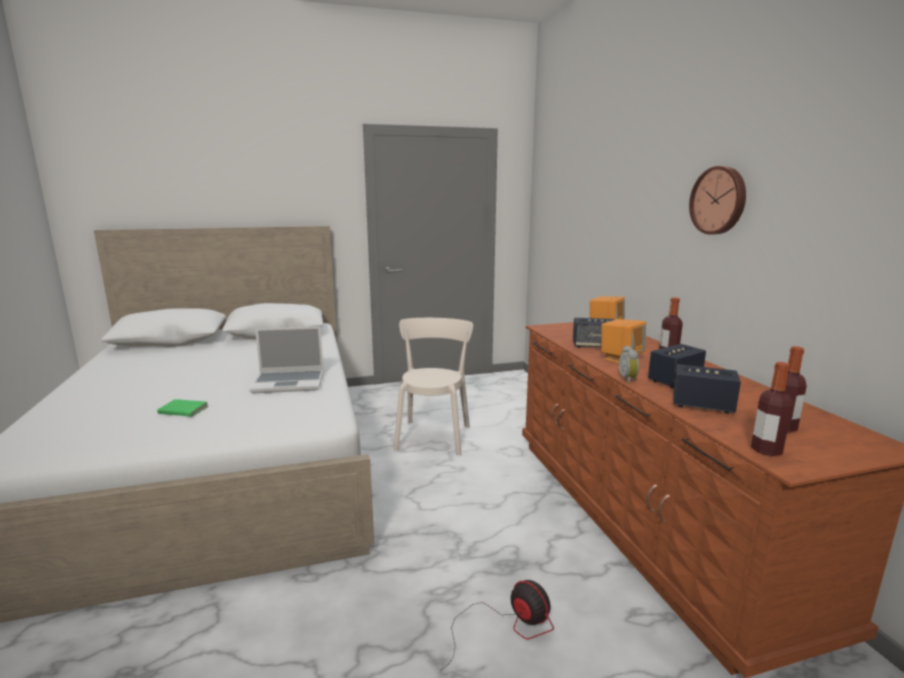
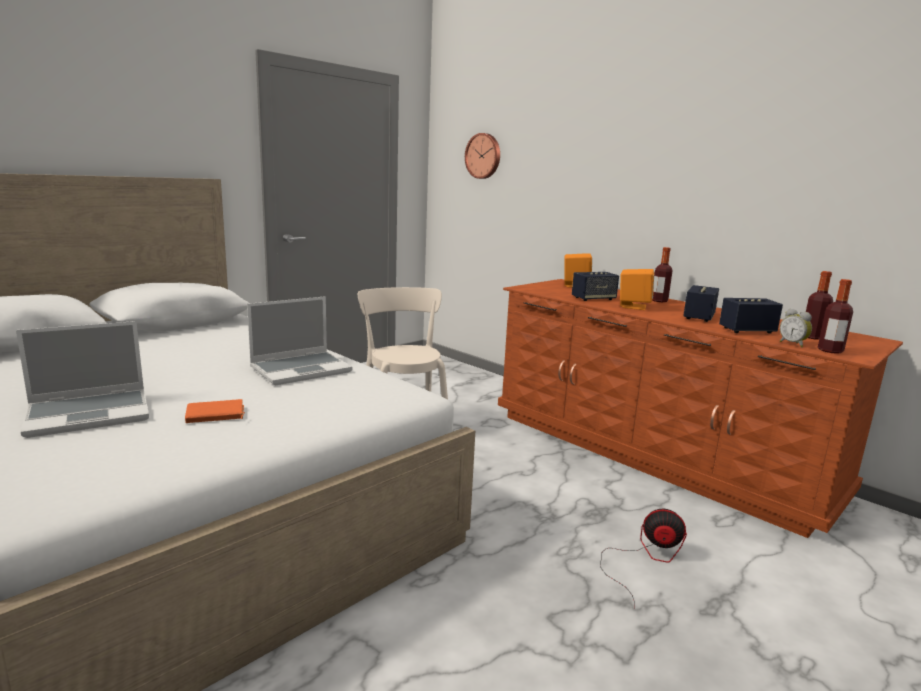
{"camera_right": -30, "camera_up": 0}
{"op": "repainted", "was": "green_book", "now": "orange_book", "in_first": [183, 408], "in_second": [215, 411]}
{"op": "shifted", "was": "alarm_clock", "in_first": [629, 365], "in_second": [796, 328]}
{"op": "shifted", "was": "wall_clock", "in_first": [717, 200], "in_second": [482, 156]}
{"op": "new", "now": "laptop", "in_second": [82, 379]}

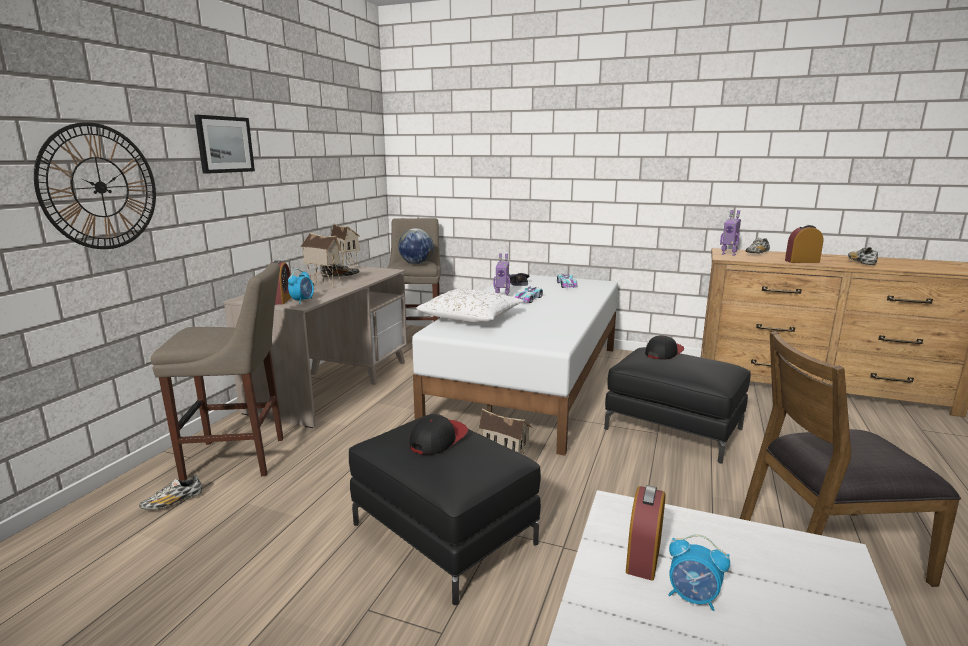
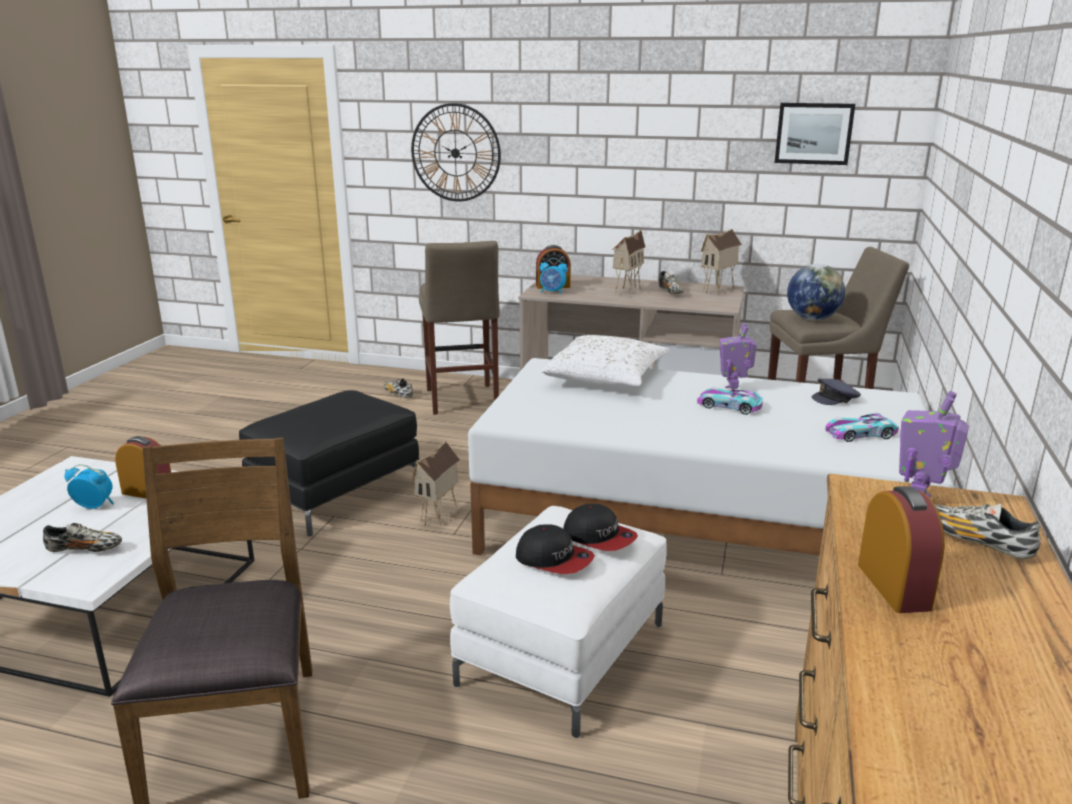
{"camera_right": 85, "camera_up": 5}
{"op": "shifted", "was": "picture", "in_first": [224, 144], "in_second": [815, 134]}
{"op": "shifted", "was": "cap", "in_first": [438, 435], "in_second": [555, 549]}
{"op": "repainted", "was": "black_ottoman", "now": "white_ottoman", "in_first": [677, 405], "in_second": [558, 622]}
{"op": "rotated", "was": "alarm_clock", "in_first": [699, 573], "in_second": [89, 486], "clockwise": 75}
{"op": "shifted", "was": "shoe", "in_first": [863, 256], "in_second": [82, 537]}

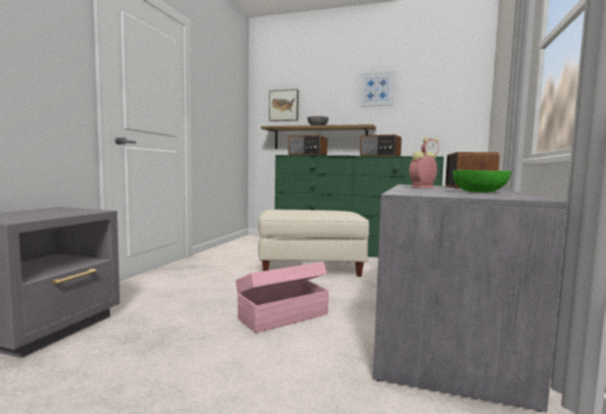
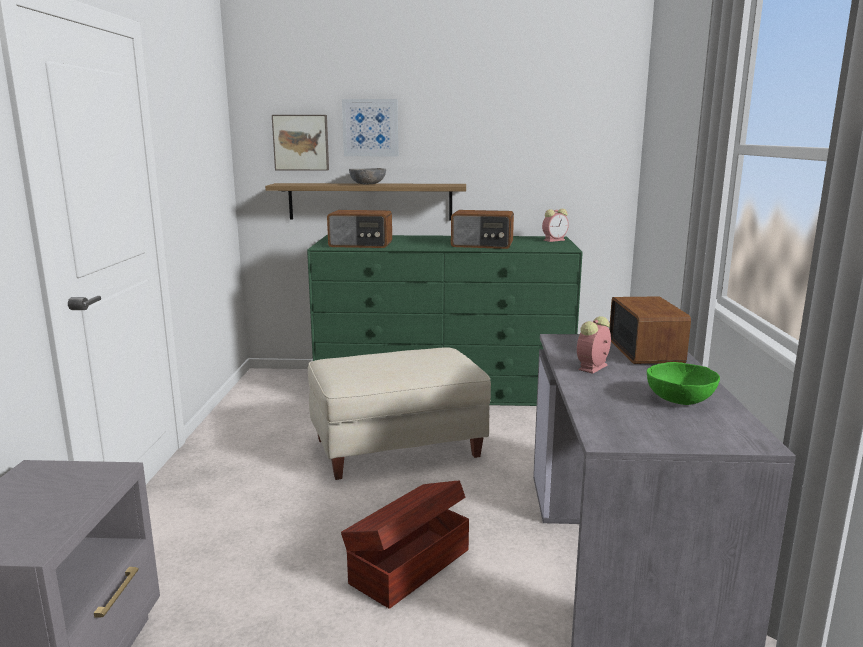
{"camera_right": -15, "camera_up": 10}
{"op": "repainted", "was": "pink_storage_box", "now": "brown_storage_box", "in_first": [282, 297], "in_second": [405, 545]}
{"op": "shifted", "was": "picture", "in_first": [377, 89], "in_second": [370, 127]}

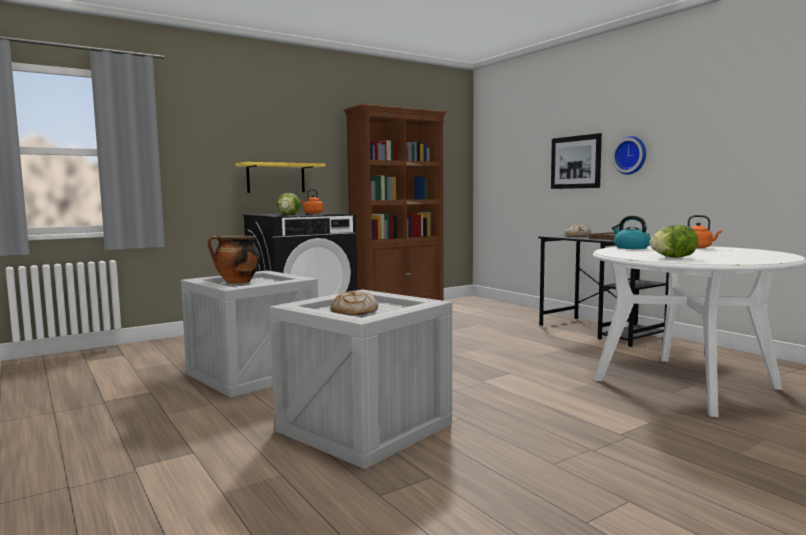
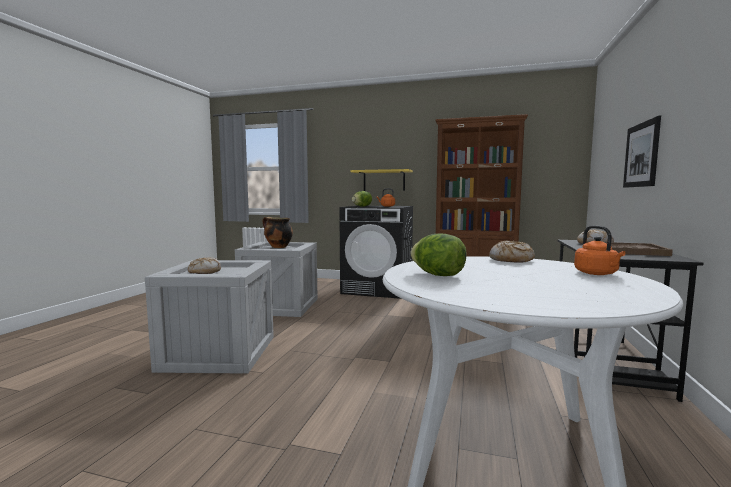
{"camera_right": 50, "camera_up": 0}
{"op": "gone", "was": "wall_clock", "in_first": [629, 155]}
{"op": "swapped", "was": "kettle", "now": "bread", "in_first": [631, 232], "in_second": [512, 251]}

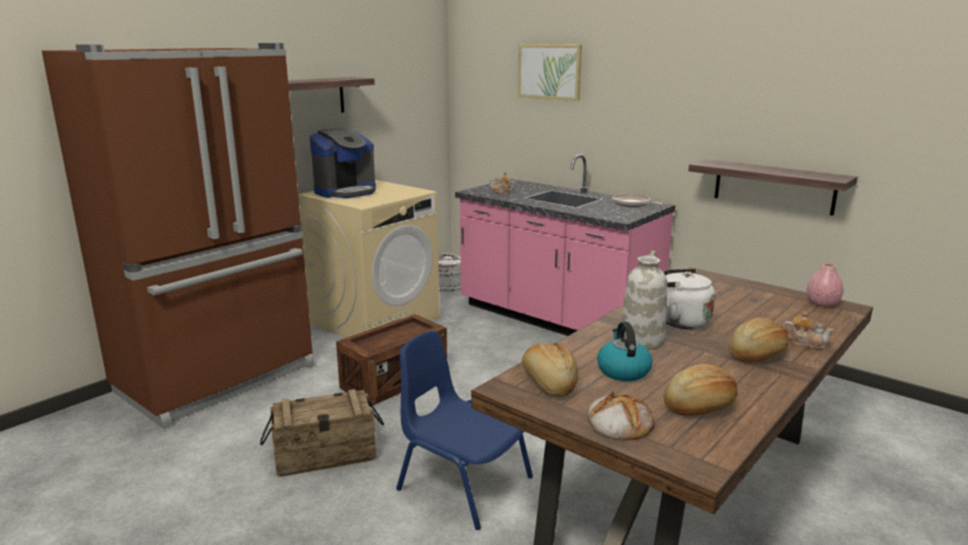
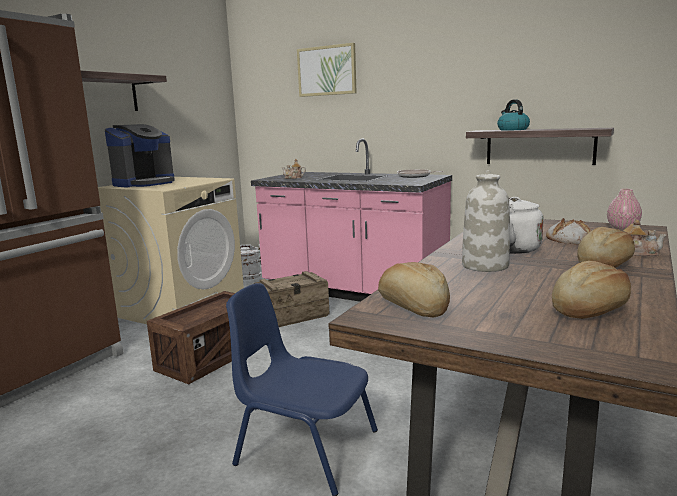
{"camera_right": -10, "camera_up": -5}
{"op": "shifted", "was": "crate", "in_first": [322, 433], "in_second": [292, 299]}
{"op": "shifted", "was": "bread", "in_first": [621, 415], "in_second": [569, 231]}
{"op": "shifted", "was": "kettle", "in_first": [625, 351], "in_second": [513, 115]}

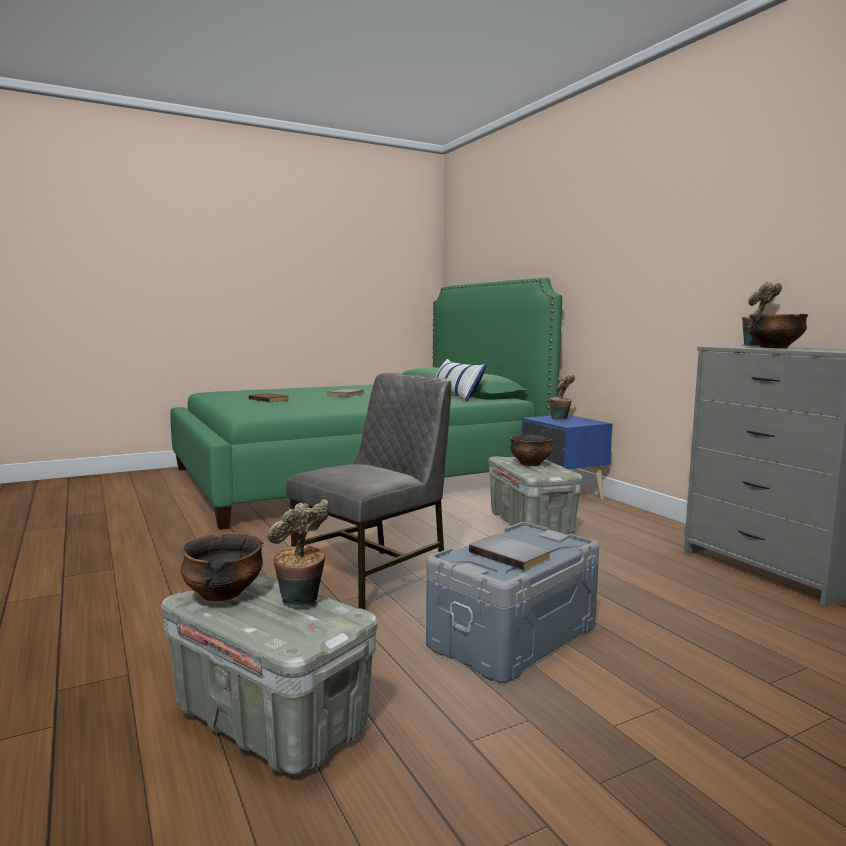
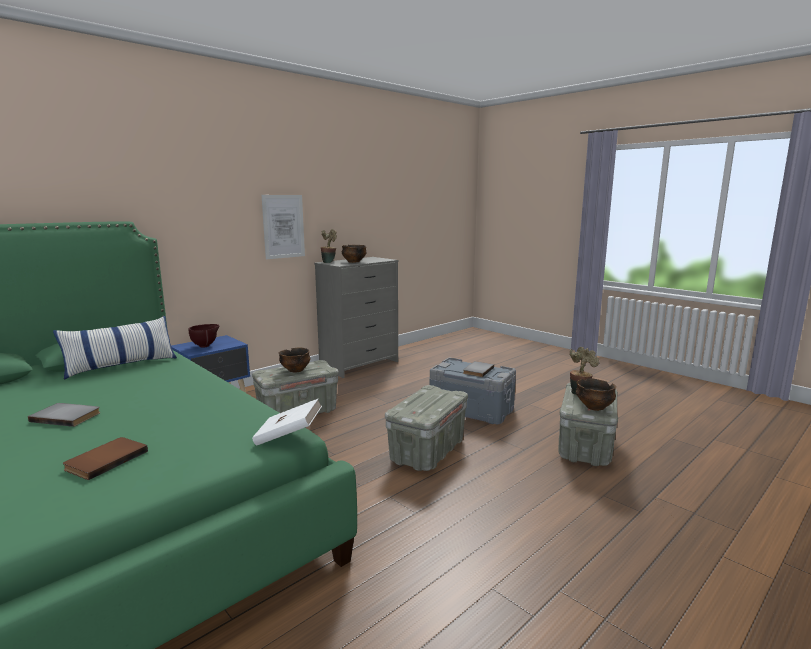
{"camera_right": -105, "camera_up": 5}
{"op": "swapped", "was": "grey_chair", "now": "grey_storage_box", "in_first": [369, 491], "in_second": [426, 428]}
{"op": "swapped", "was": "potted_plant", "now": "brown_bowl", "in_first": [562, 397], "in_second": [204, 336]}
{"op": "new", "now": "white_book", "in_second": [287, 422]}
{"op": "new", "now": "picture", "in_second": [283, 227]}

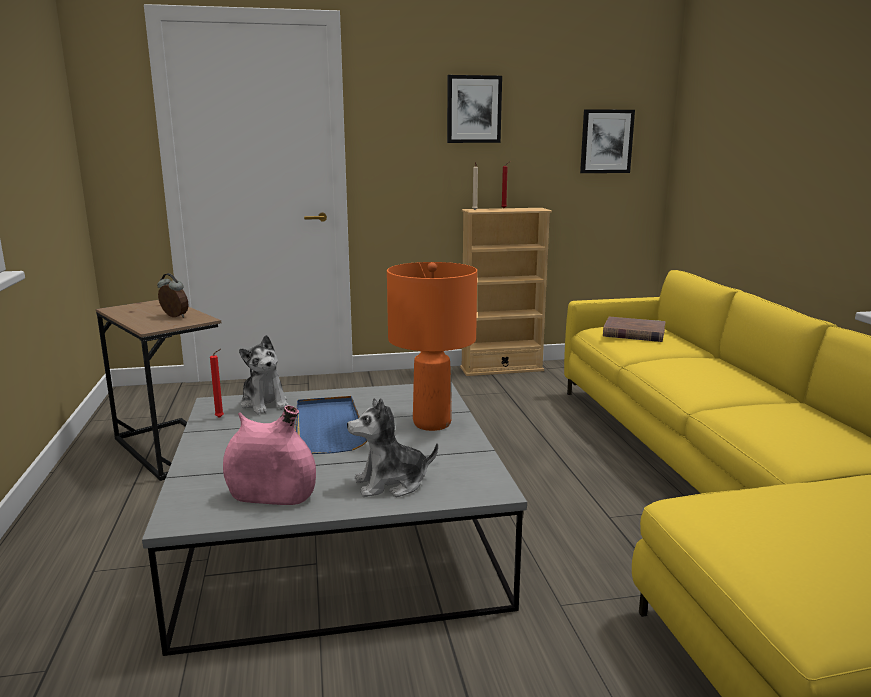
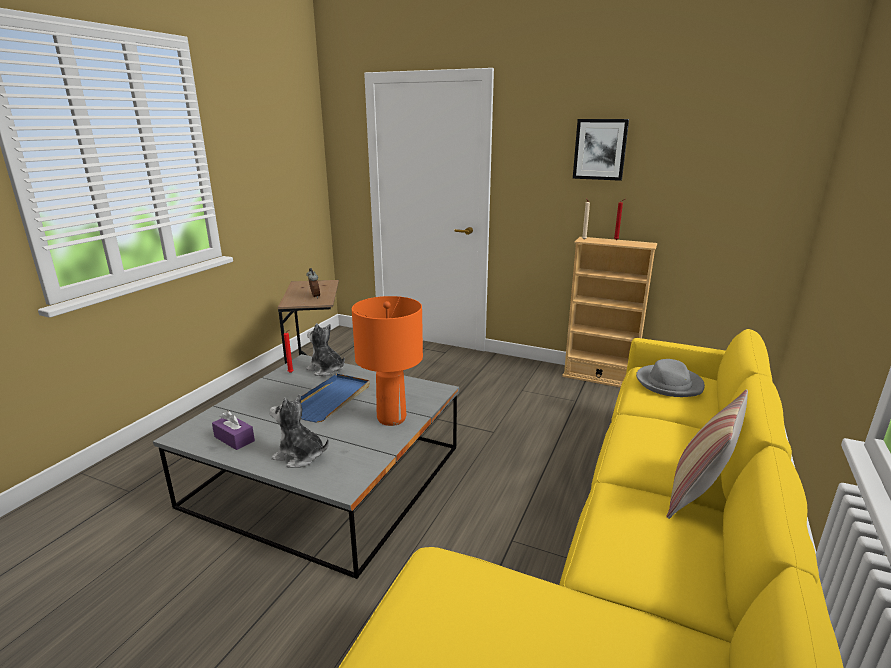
{"camera_right": 35, "camera_up": 5}
{"op": "swapped", "was": "pink_vase", "now": "purple_tissue_box", "in_first": [269, 455], "in_second": [233, 430]}
{"op": "rotated", "was": "plush_toy", "in_first": [264, 375], "in_second": [325, 349], "clockwise": 120}
{"op": "gone", "was": "picture", "in_first": [607, 141]}
{"op": "swapped", "was": "brown_book", "now": "grey_hat", "in_first": [634, 329], "in_second": [670, 378]}
{"op": "new", "now": "pillow", "in_second": [707, 454]}

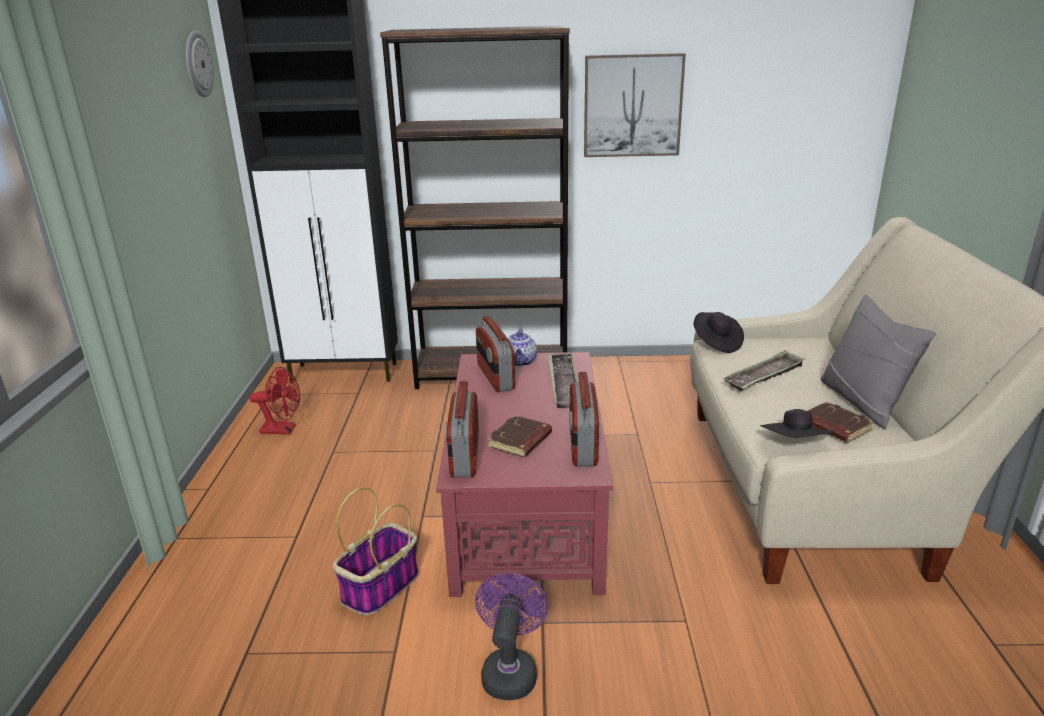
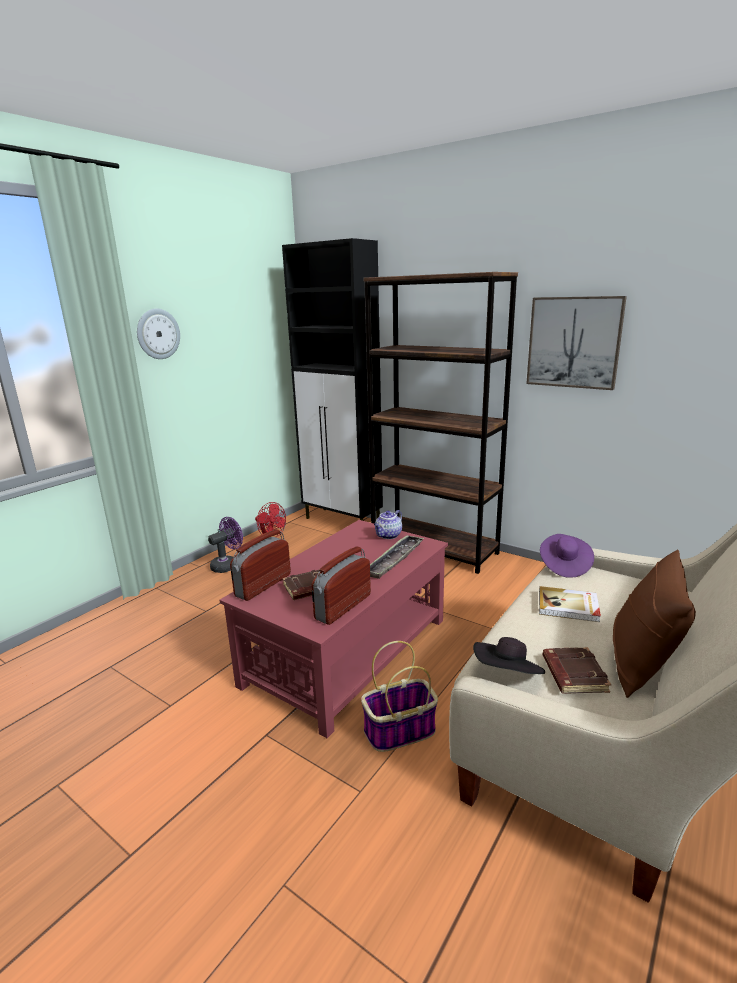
{"camera_right": 35, "camera_up": -5}
{"op": "shifted", "was": "wall_clock", "in_first": [200, 63], "in_second": [158, 334]}
{"op": "shifted", "was": "basket", "in_first": [376, 551], "in_second": [399, 696]}
{"op": "shifted", "was": "purple_fan", "in_first": [511, 636], "in_second": [225, 545]}
{"op": "gone", "was": "radio", "in_first": [495, 354]}
{"op": "repainted", "was": "black_hat", "now": "purple_hat", "in_first": [719, 332], "in_second": [567, 556]}
{"op": "swapped", "was": "tray", "now": "book", "in_first": [764, 370], "in_second": [570, 604]}
{"op": "repainted", "was": "grey_pillow", "now": "brown_pillow", "in_first": [878, 362], "in_second": [654, 624]}

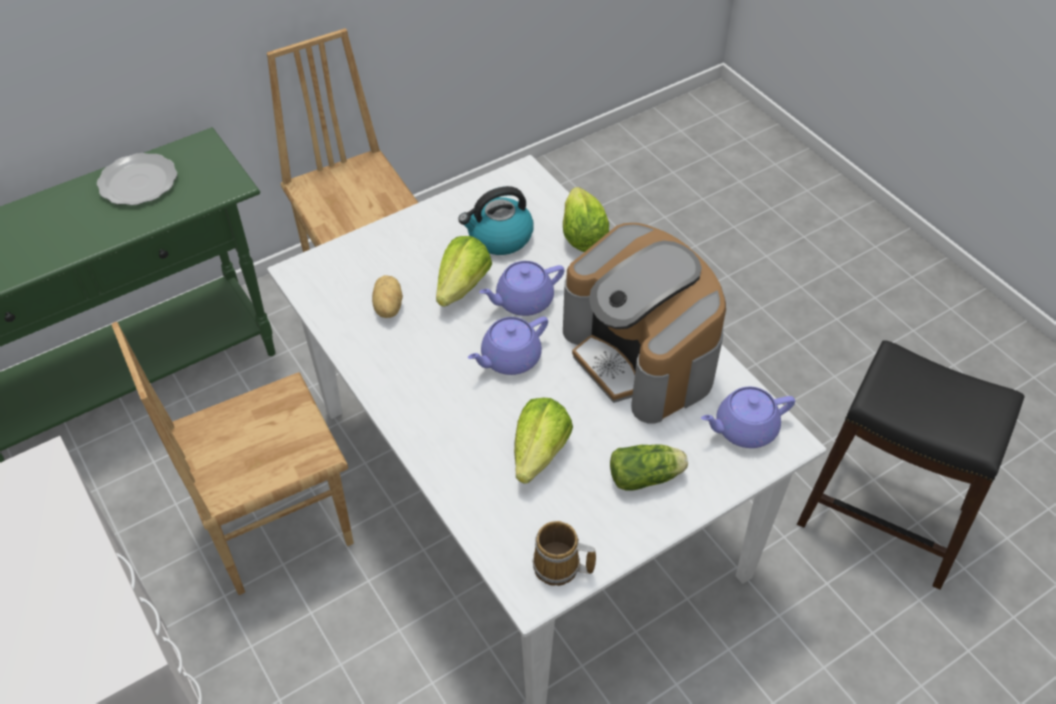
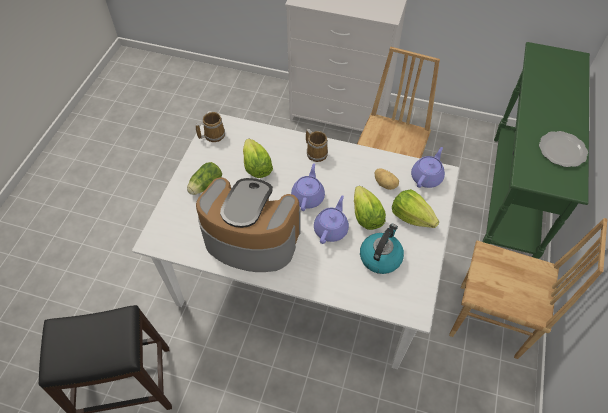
{"camera_right": 140, "camera_up": 5}
{"op": "shifted", "was": "lettuce", "in_first": [586, 219], "in_second": [415, 208]}
{"op": "shifted", "was": "purple_teapot", "in_first": [748, 417], "in_second": [428, 167]}
{"op": "new", "now": "mug", "in_second": [317, 145]}

